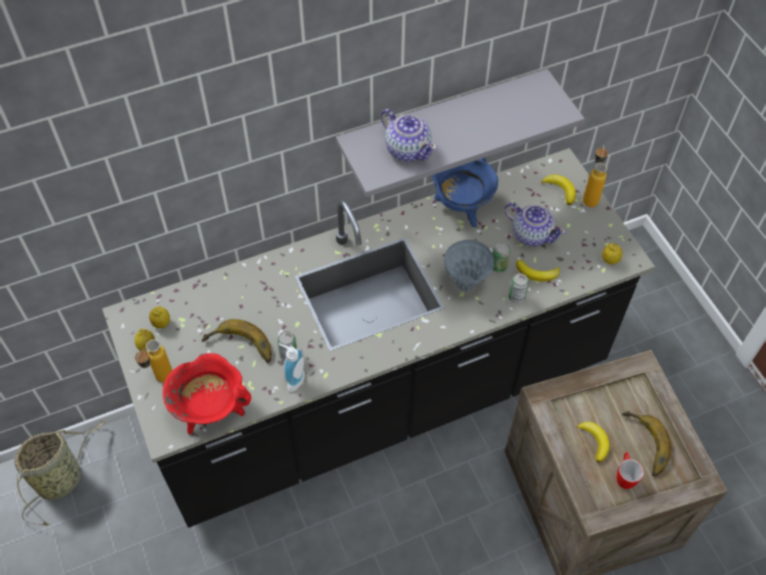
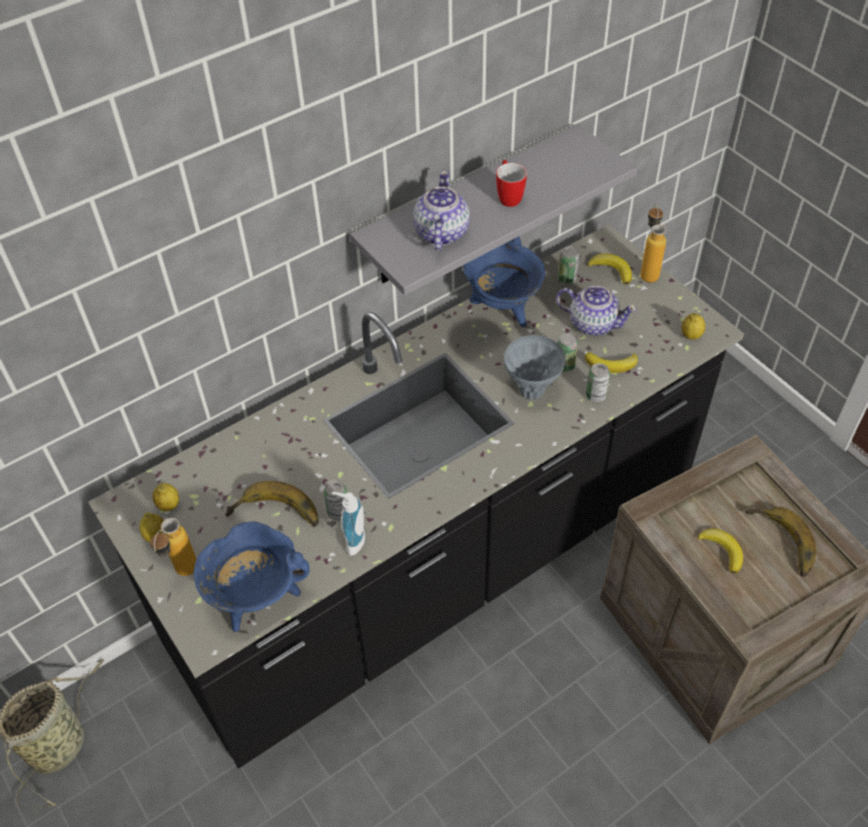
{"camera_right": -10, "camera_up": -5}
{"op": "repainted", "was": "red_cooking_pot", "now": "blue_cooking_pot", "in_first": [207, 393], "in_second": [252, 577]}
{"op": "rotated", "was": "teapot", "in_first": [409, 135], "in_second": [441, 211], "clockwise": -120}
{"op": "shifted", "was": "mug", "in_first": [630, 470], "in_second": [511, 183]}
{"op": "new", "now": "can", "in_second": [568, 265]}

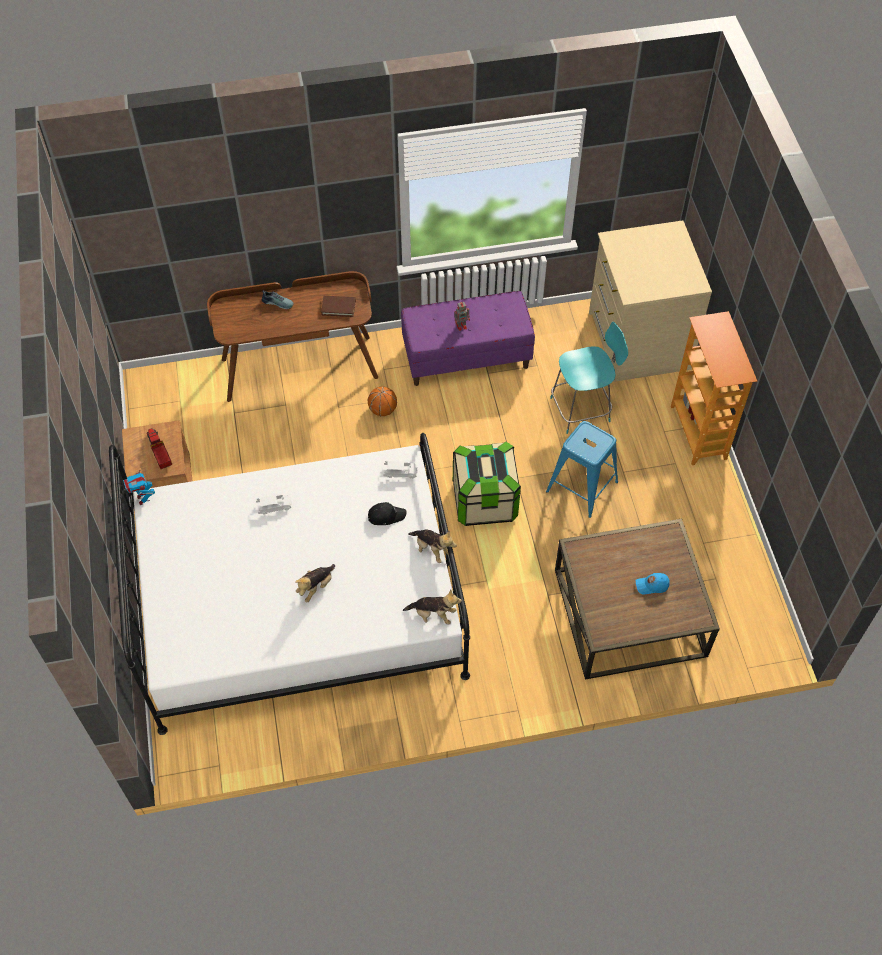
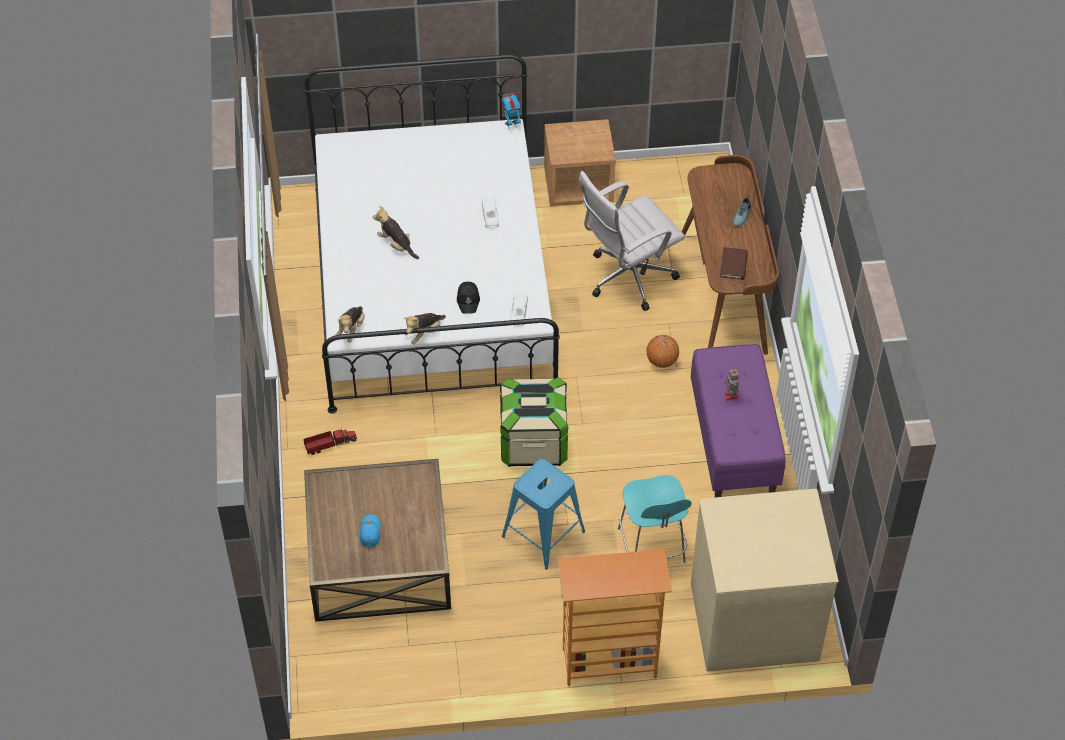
{"camera_right": 95, "camera_up": -5}
{"op": "shifted", "was": "toy_truck", "in_first": [159, 448], "in_second": [330, 442]}
{"op": "new", "now": "white_office_chair", "in_second": [632, 241]}

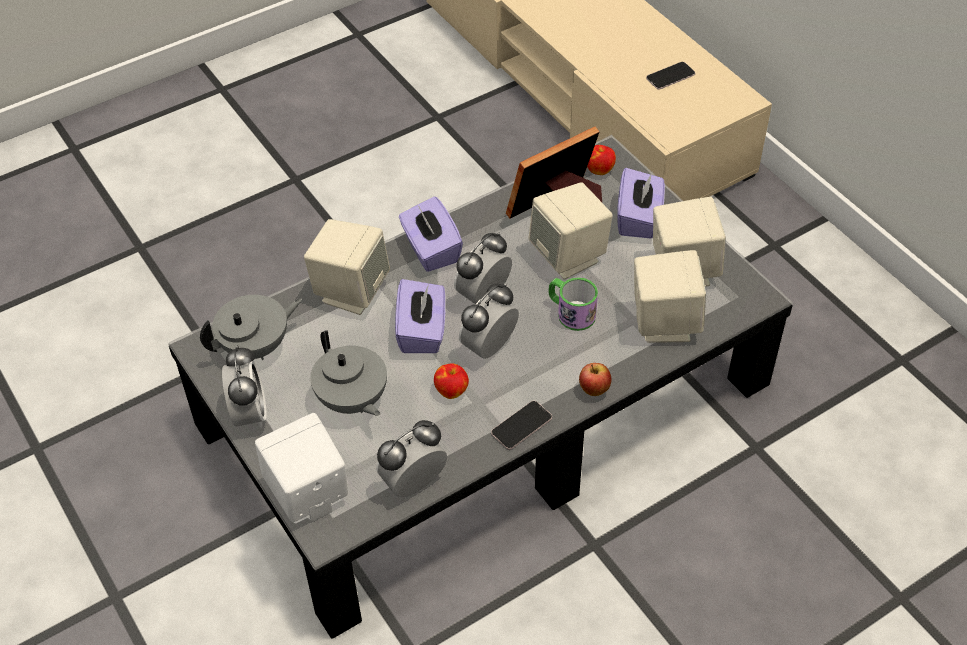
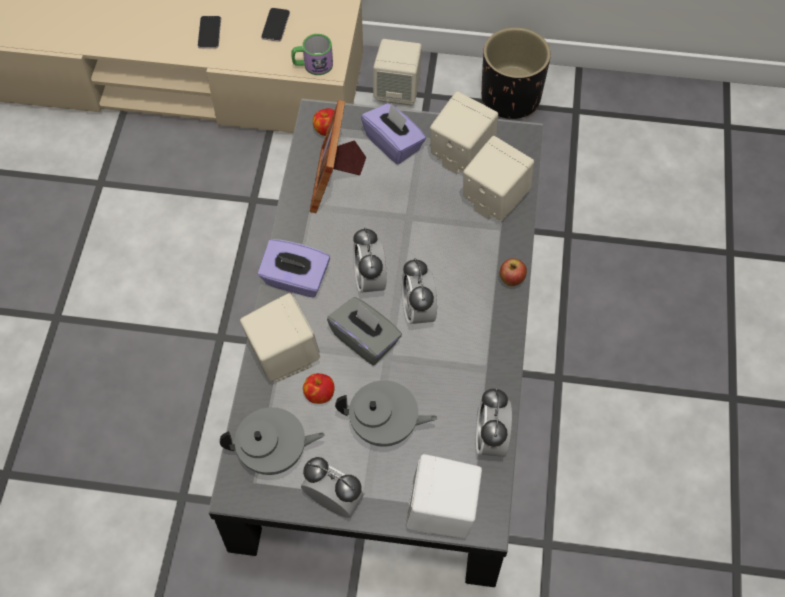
{"camera_right": -50, "camera_up": 10}
{"op": "rotated", "was": "grey_teapot", "in_first": [251, 327], "in_second": [272, 441], "clockwise": 75}
{"op": "repainted", "was": "purple_tissue_box", "now": "grey_tissue_box", "in_first": [420, 316], "in_second": [364, 331]}
{"op": "shifted", "was": "apple", "in_first": [451, 381], "in_second": [319, 388]}
{"op": "shifted", "was": "phone", "in_first": [521, 425], "in_second": [209, 32]}
{"op": "shifted", "was": "beige_speaker", "in_first": [570, 231], "in_second": [397, 72]}
{"op": "shifted", "was": "mug", "in_first": [573, 304], "in_second": [312, 54]}
{"op": "new", "now": "black_planter", "in_second": [516, 73]}

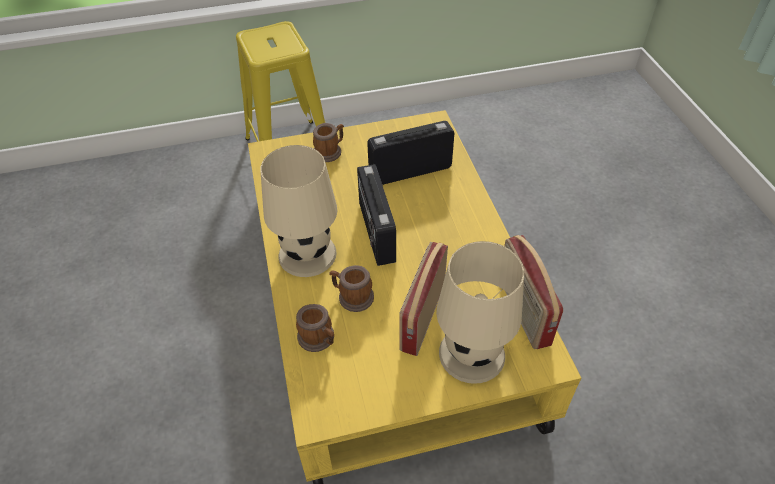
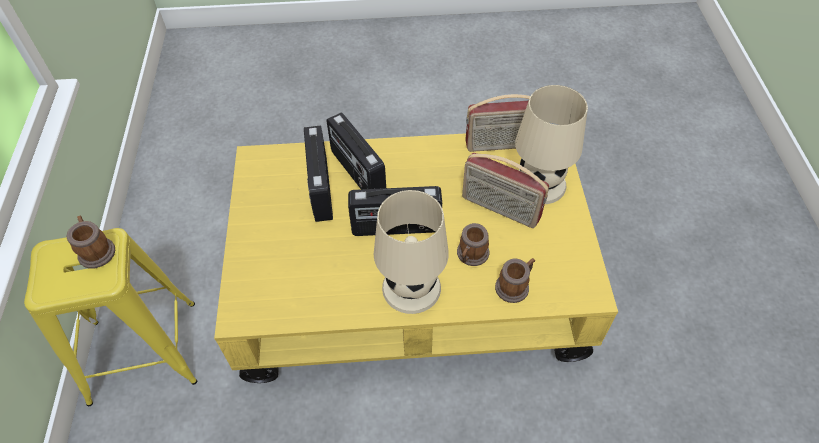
{"camera_right": -80, "camera_up": 5}
{"op": "shifted", "was": "mug", "in_first": [328, 142], "in_second": [91, 242]}
{"op": "new", "now": "radio", "in_second": [356, 151]}

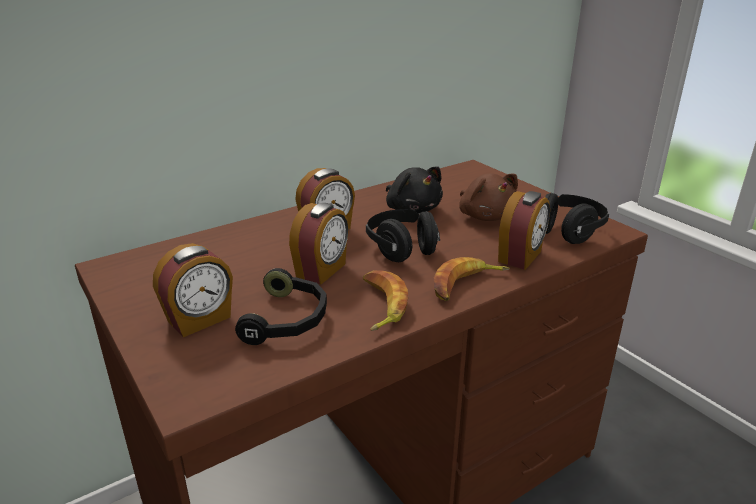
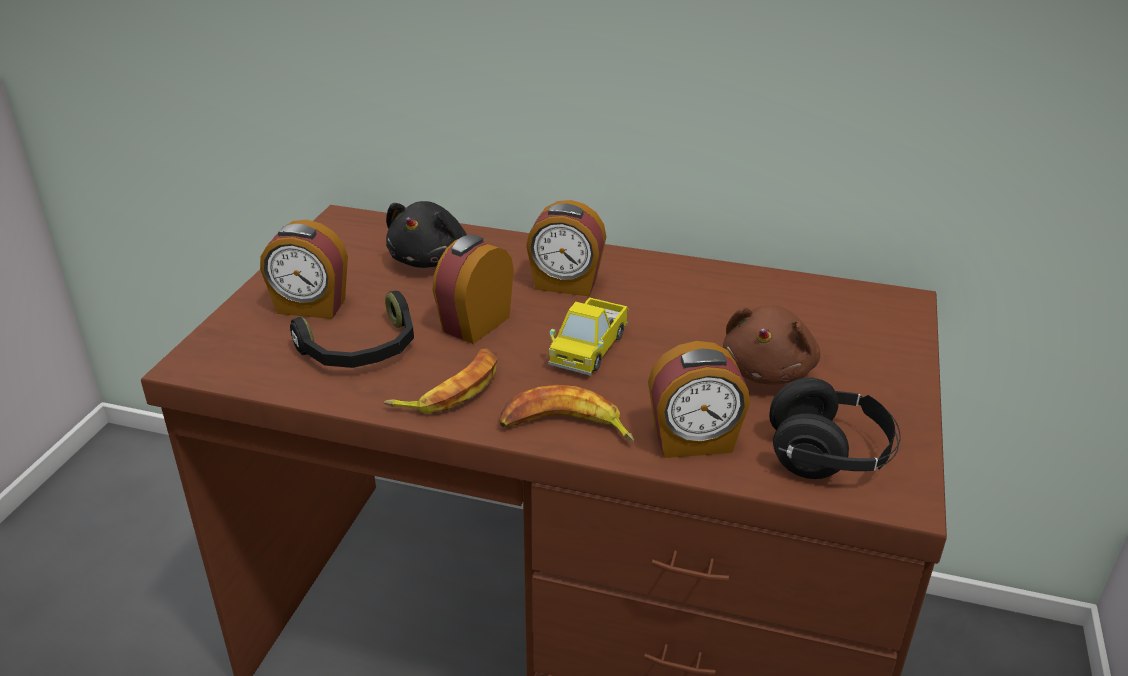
{"camera_right": 50, "camera_up": 5}
{"op": "rotated", "was": "alarm_clock", "in_first": [319, 243], "in_second": [473, 289], "clockwise": 135}
{"op": "swapped", "was": "black_headphones", "now": "toy_truck", "in_first": [403, 235], "in_second": [588, 336]}
{"op": "shifted", "was": "black_plush_toy", "in_first": [414, 190], "in_second": [426, 234]}

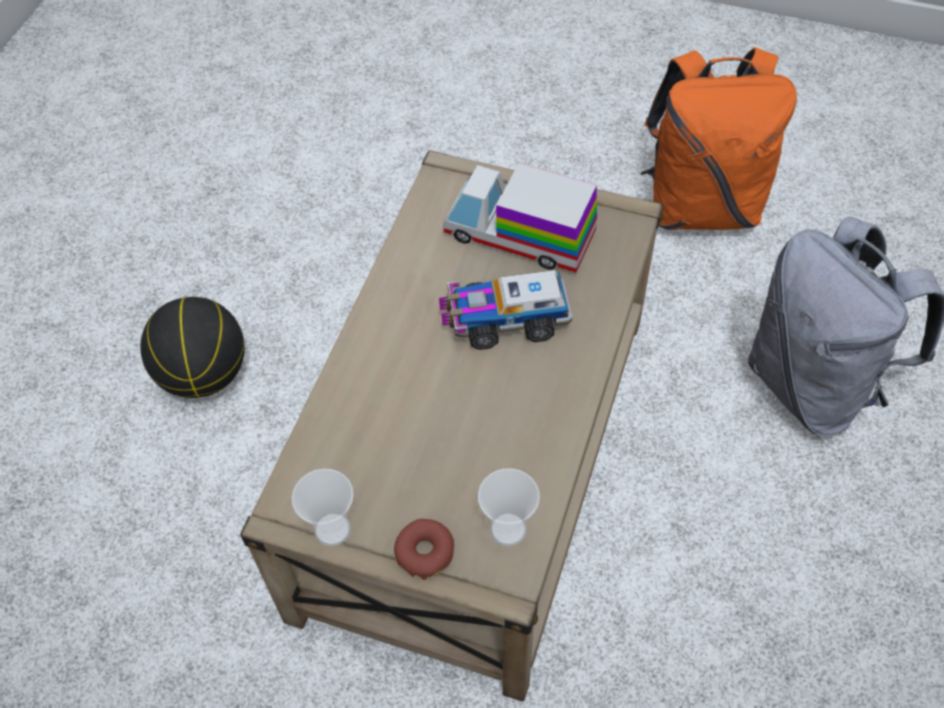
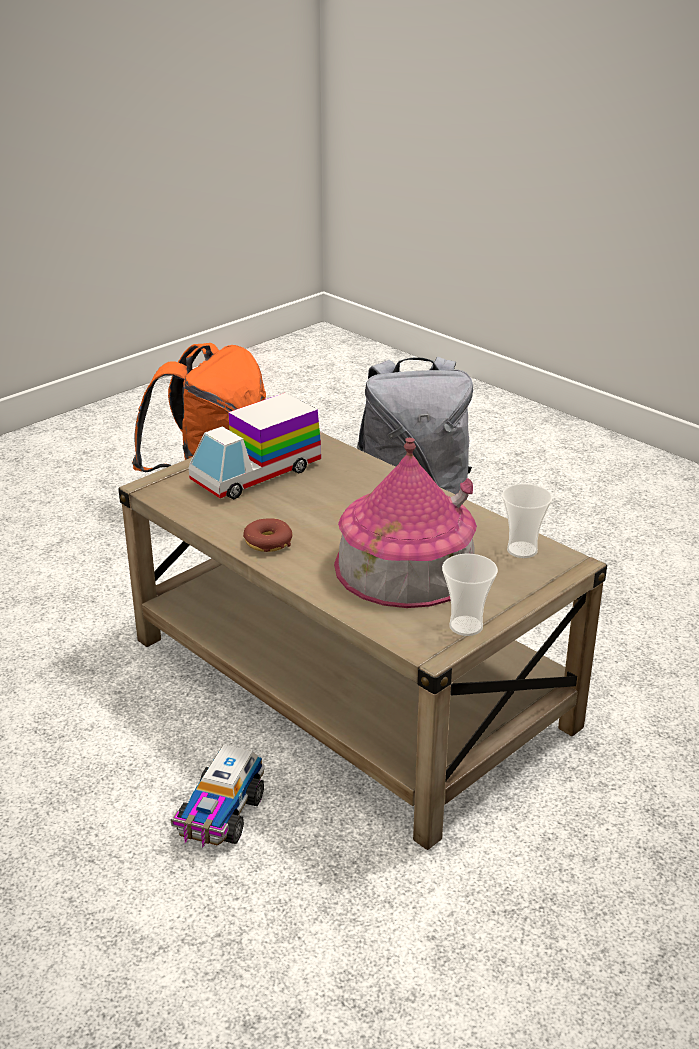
{"camera_right": -65, "camera_up": -25}
{"op": "gone", "was": "basketball", "in_first": [192, 347]}
{"op": "shifted", "was": "donut", "in_first": [424, 549], "in_second": [267, 535]}
{"op": "shifted", "was": "toy_truck", "in_first": [506, 310], "in_second": [218, 796]}
{"op": "new", "now": "toy_house", "in_second": [405, 523]}

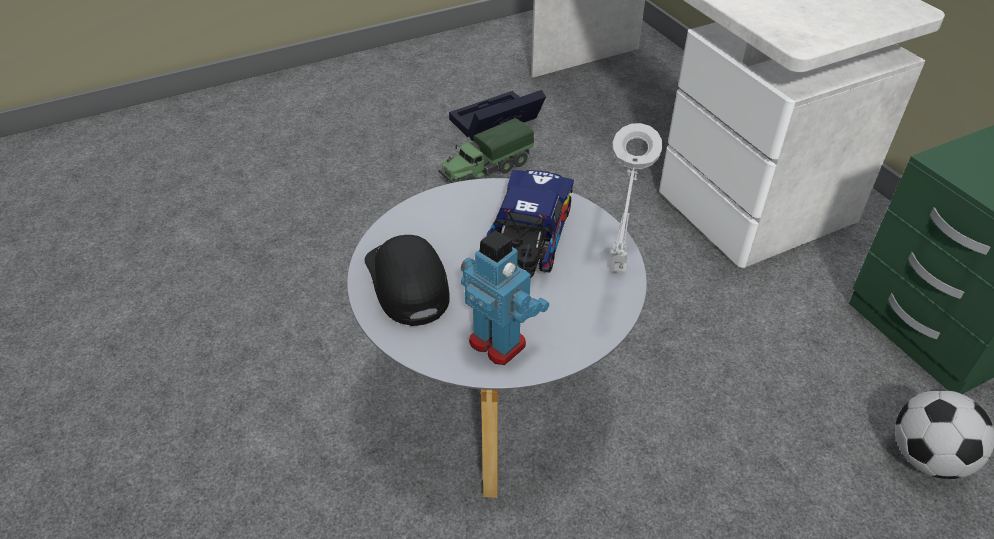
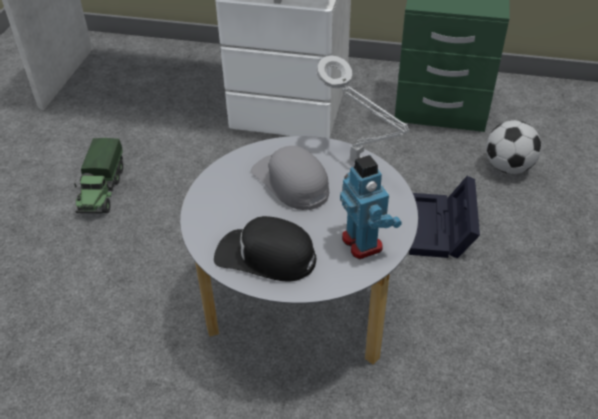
{"camera_right": -50, "camera_up": 0}
{"op": "shifted", "was": "black_storage_box", "in_first": [497, 115], "in_second": [444, 217]}
{"op": "rotated", "was": "toy_robot", "in_first": [505, 297], "in_second": [371, 207], "clockwise": 75}
{"op": "swapped", "was": "toy_truck", "now": "grey_cap", "in_first": [530, 223], "in_second": [290, 178]}

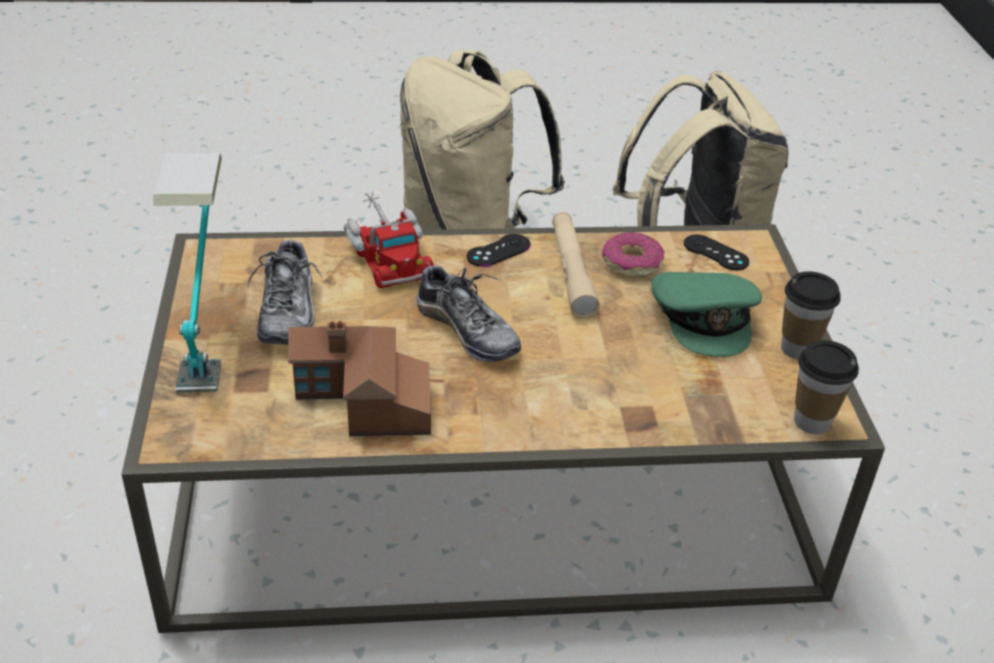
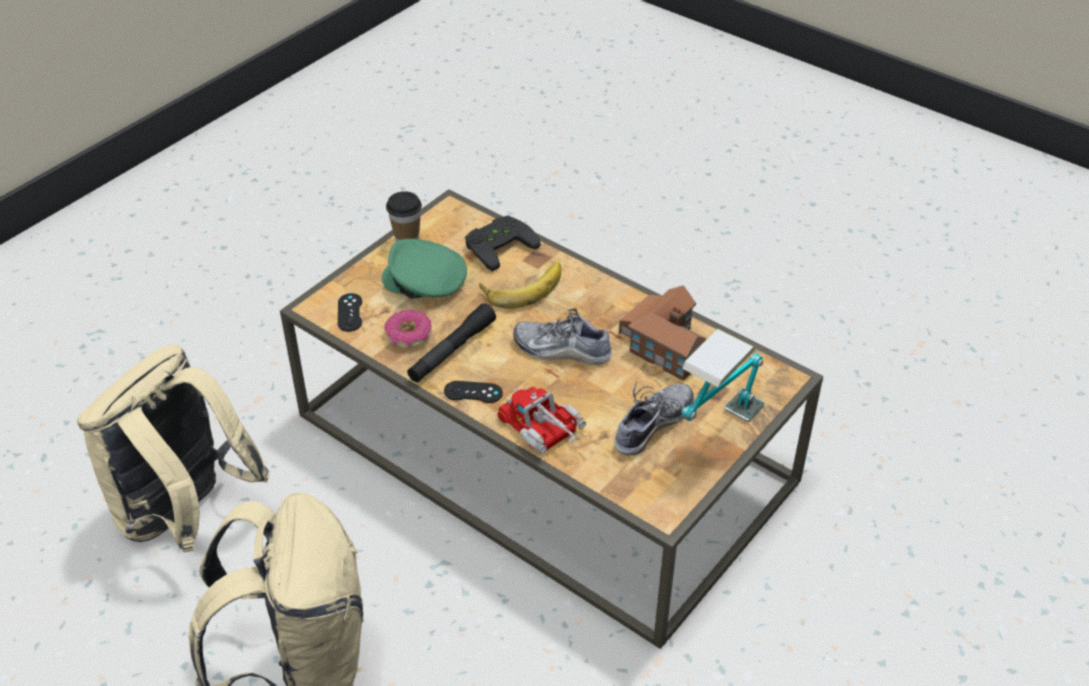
{"camera_right": -135, "camera_up": 5}
{"op": "rotated", "was": "toy_truck", "in_first": [388, 239], "in_second": [541, 420], "clockwise": -60}
{"op": "rotated", "was": "shoe", "in_first": [468, 310], "in_second": [562, 337], "clockwise": -75}
{"op": "repainted", "was": "beige_flashlight", "now": "black_flashlight", "in_first": [576, 265], "in_second": [451, 342]}
{"op": "rotated", "was": "green_cap", "in_first": [706, 314], "in_second": [424, 269], "clockwise": -105}
{"op": "gone", "was": "cup", "in_first": [826, 387]}
{"op": "new", "now": "black_game_controller", "in_second": [503, 243]}
{"op": "new", "now": "banana", "in_second": [520, 285]}

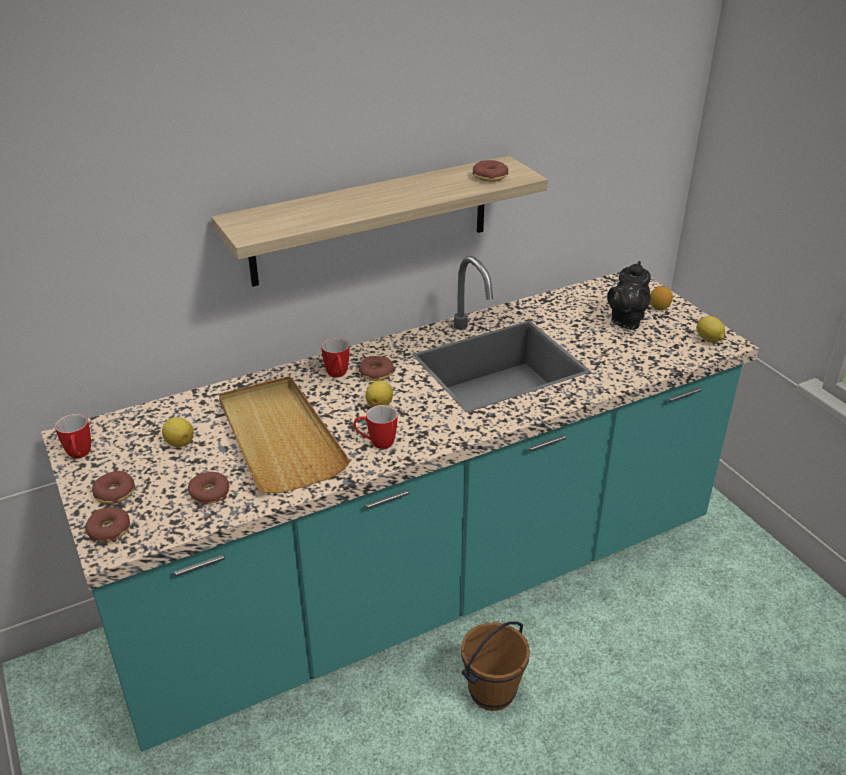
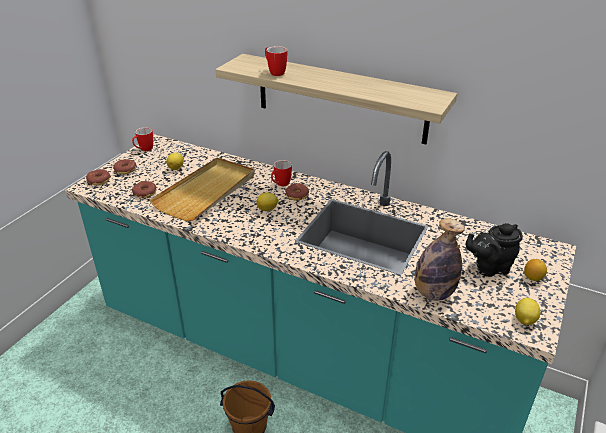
{"camera_right": 55, "camera_up": 0}
{"op": "shifted", "was": "mug", "in_first": [376, 427], "in_second": [276, 61]}
{"op": "gone", "was": "donut", "in_first": [490, 171]}
{"op": "new", "now": "bottle", "in_second": [440, 259]}

